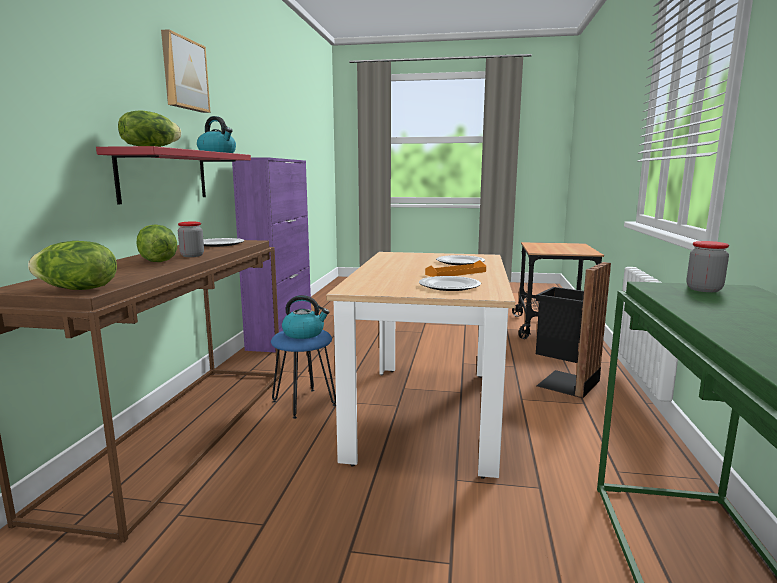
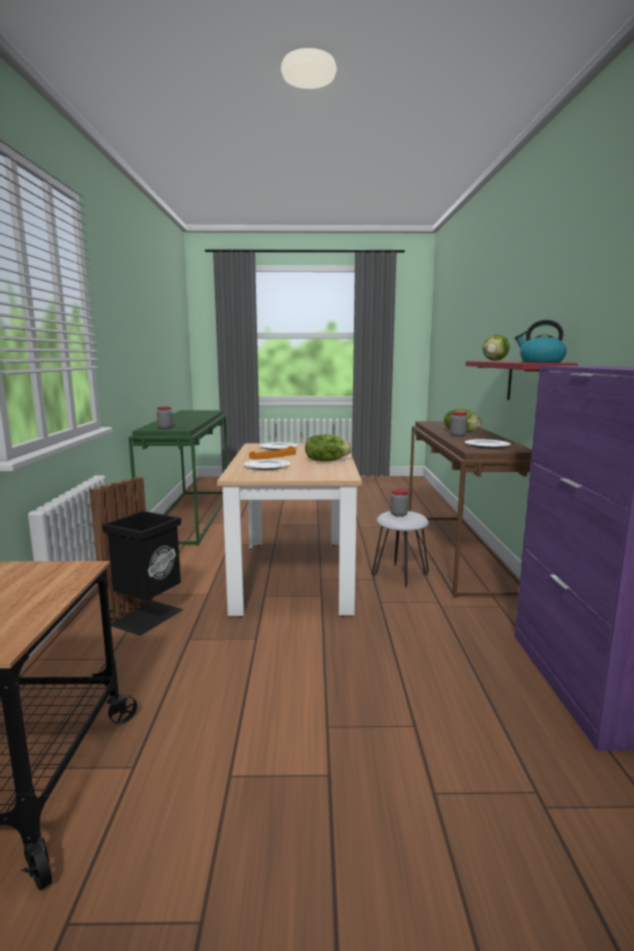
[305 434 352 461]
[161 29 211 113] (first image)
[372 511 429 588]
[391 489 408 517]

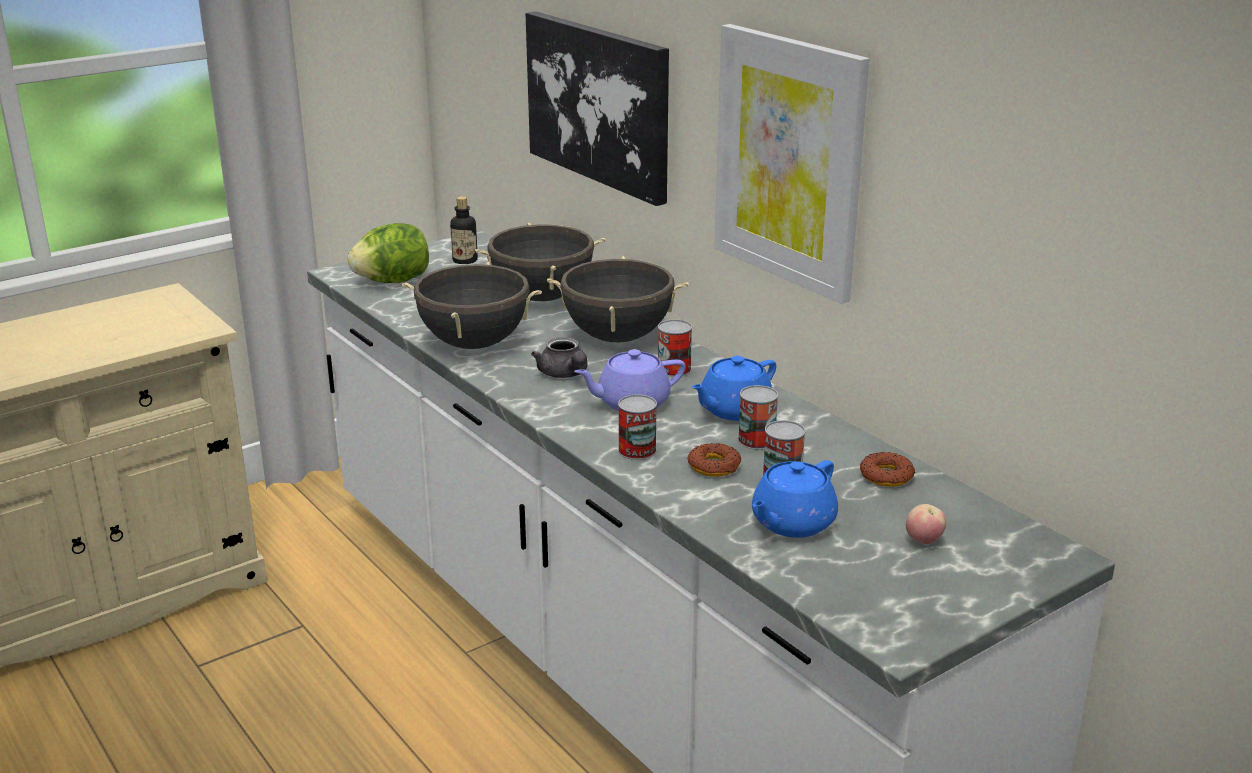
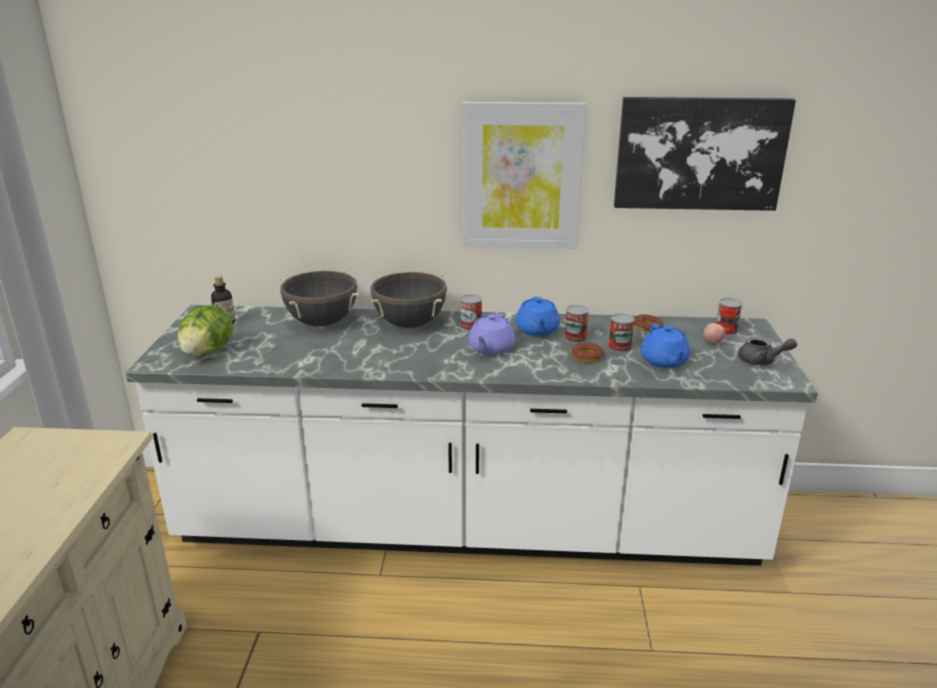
[402 262 542 349] (first image)
[614 97 796 211]
[738 337 797 365]
[716 298 742 335]

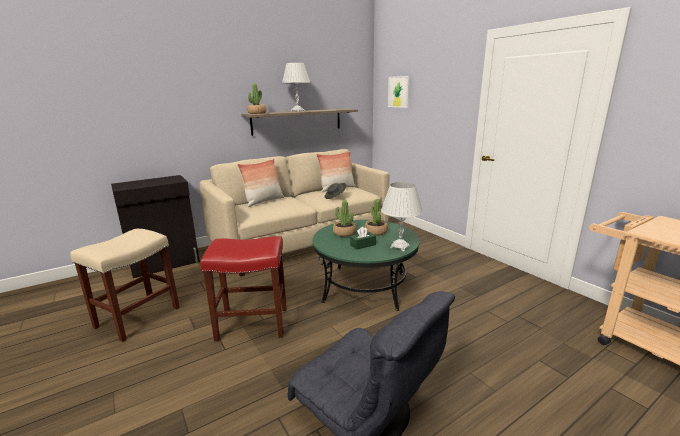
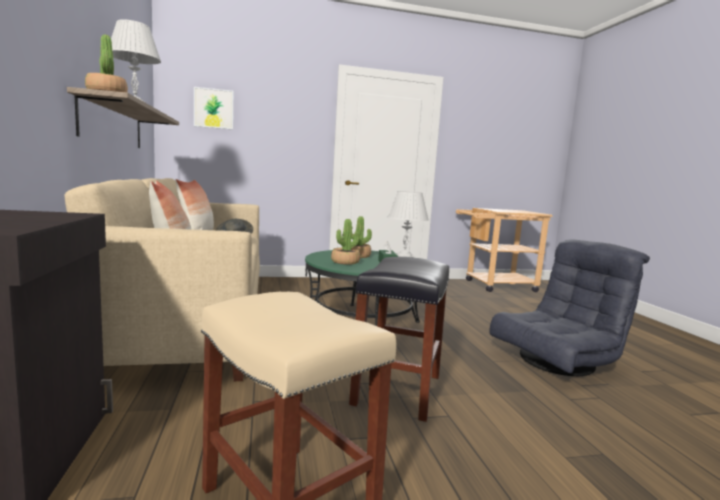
[349 257 449 422]

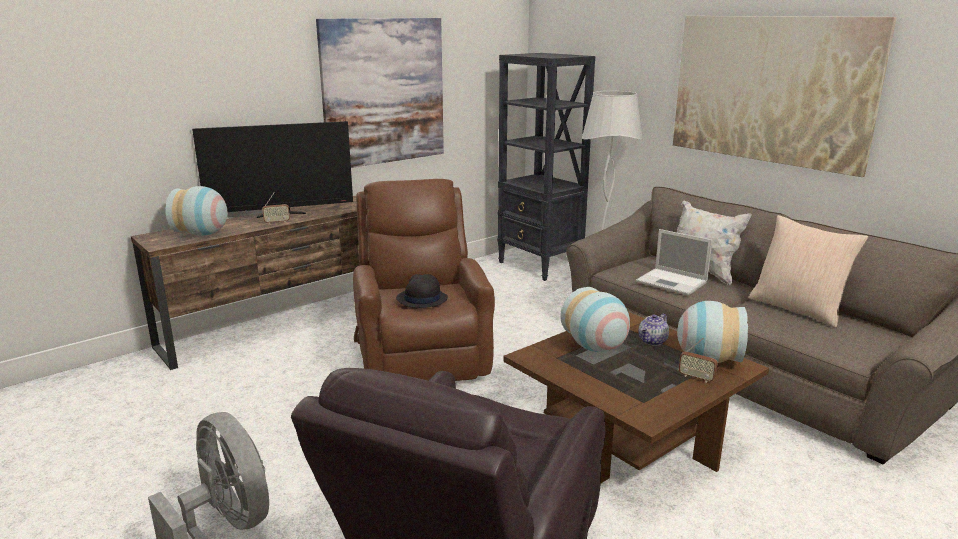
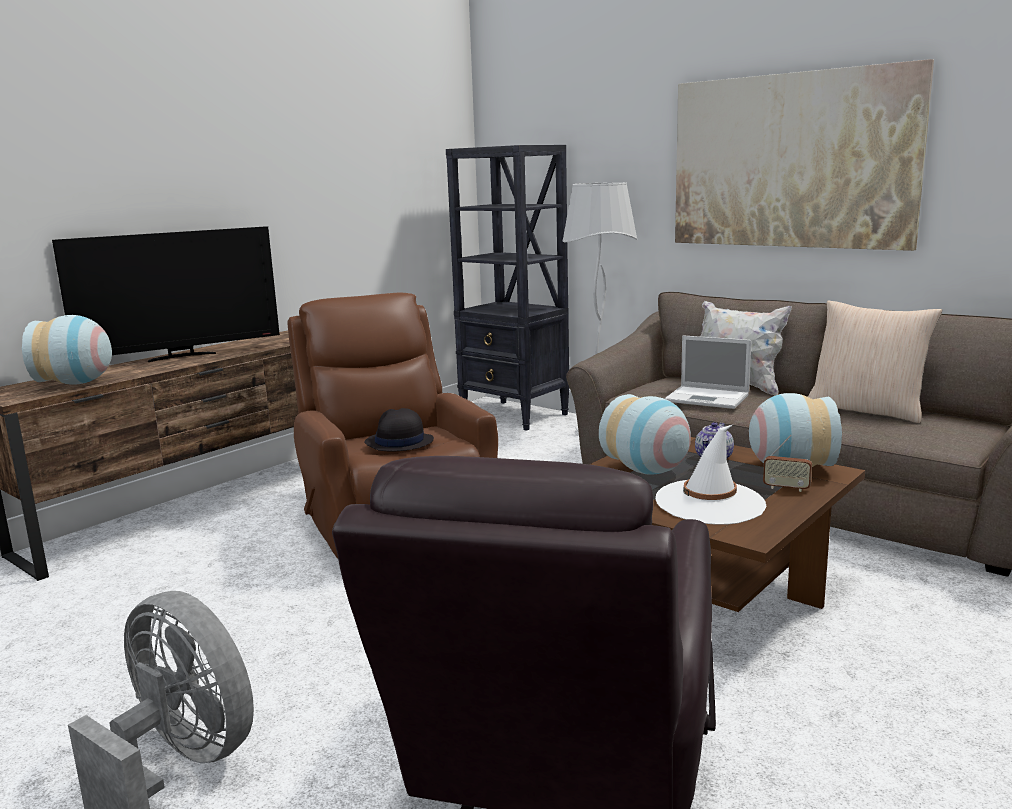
[262 192 290 224] (first image)
[316 18 444 168] (first image)
[655 425 767 525]

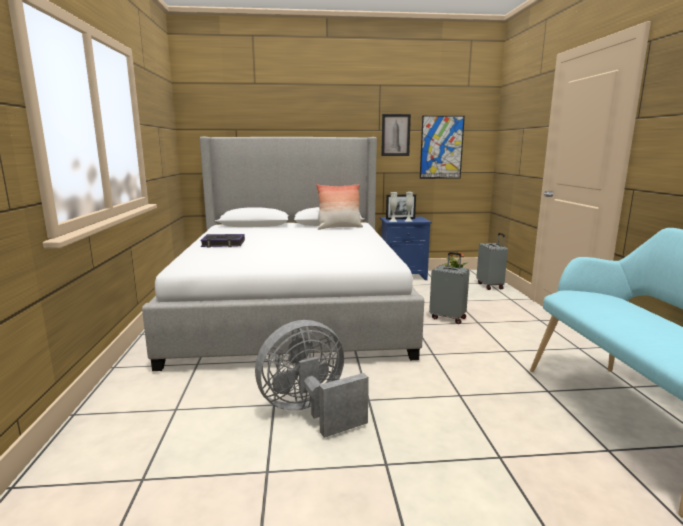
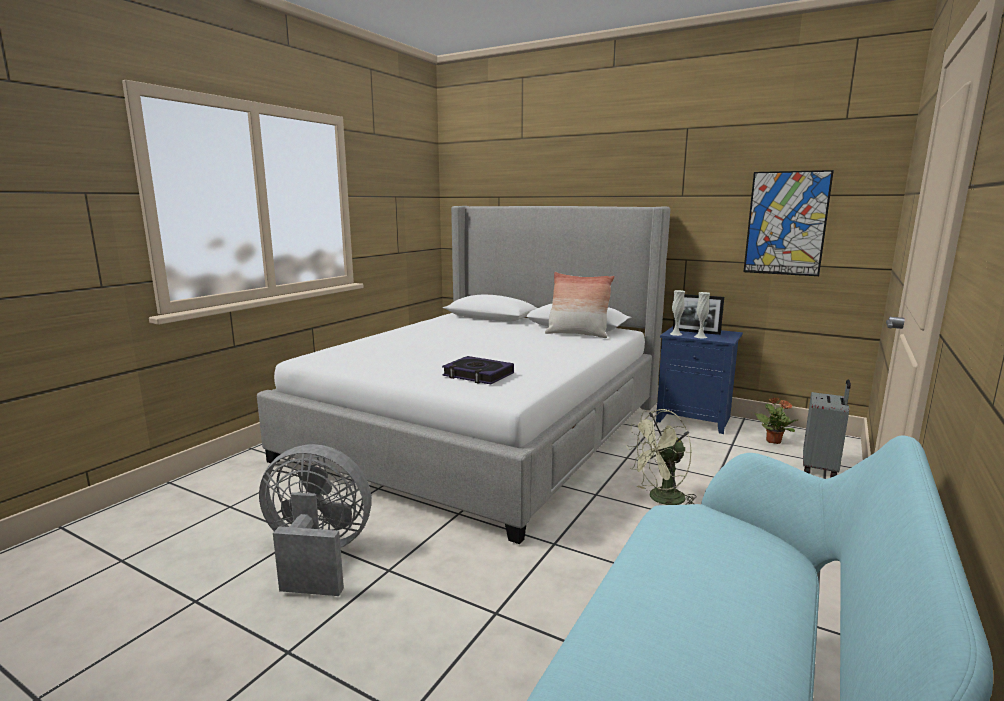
[442 356 514 384]
[381 114 411 156] (first image)
[626 409 696 505]

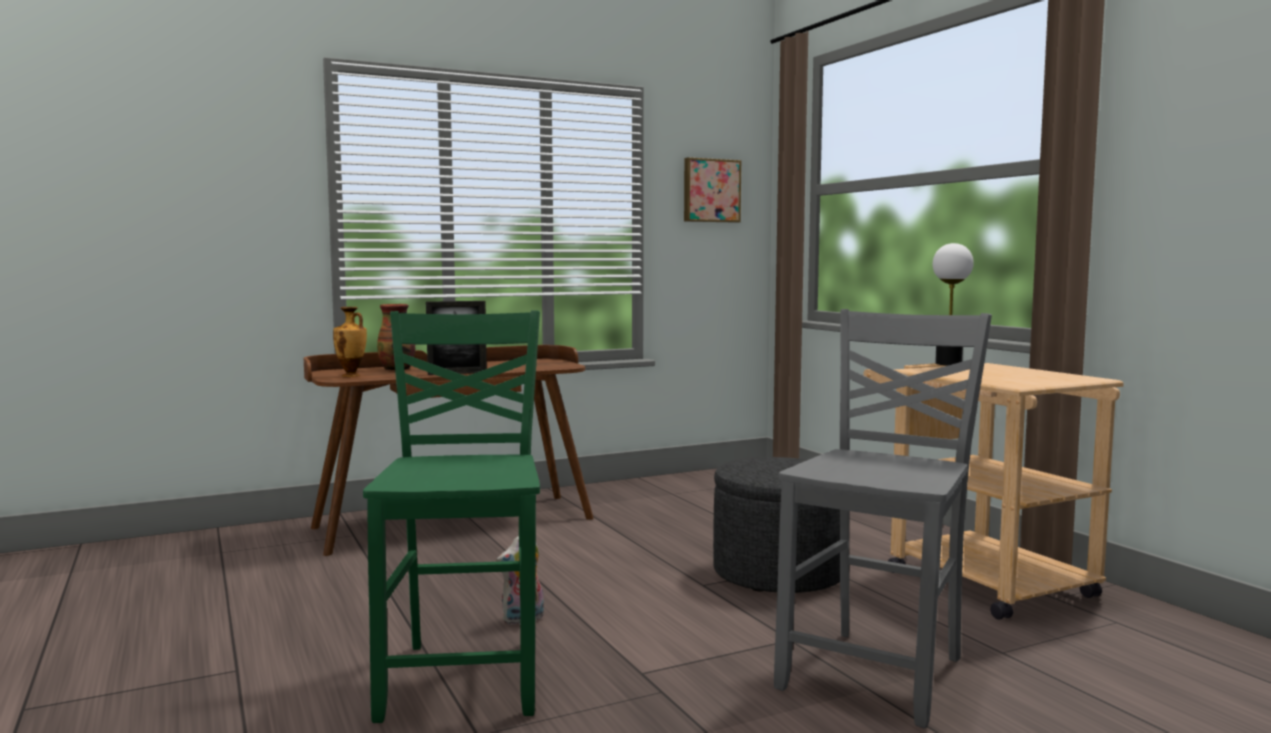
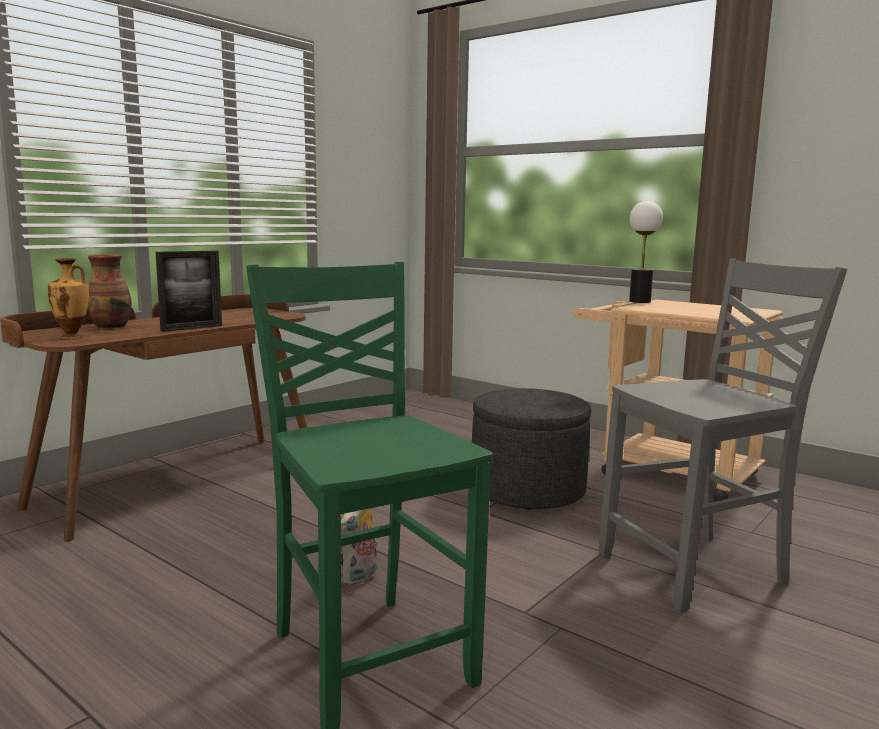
[684 157 741 223] (first image)
[599 259 847 613]

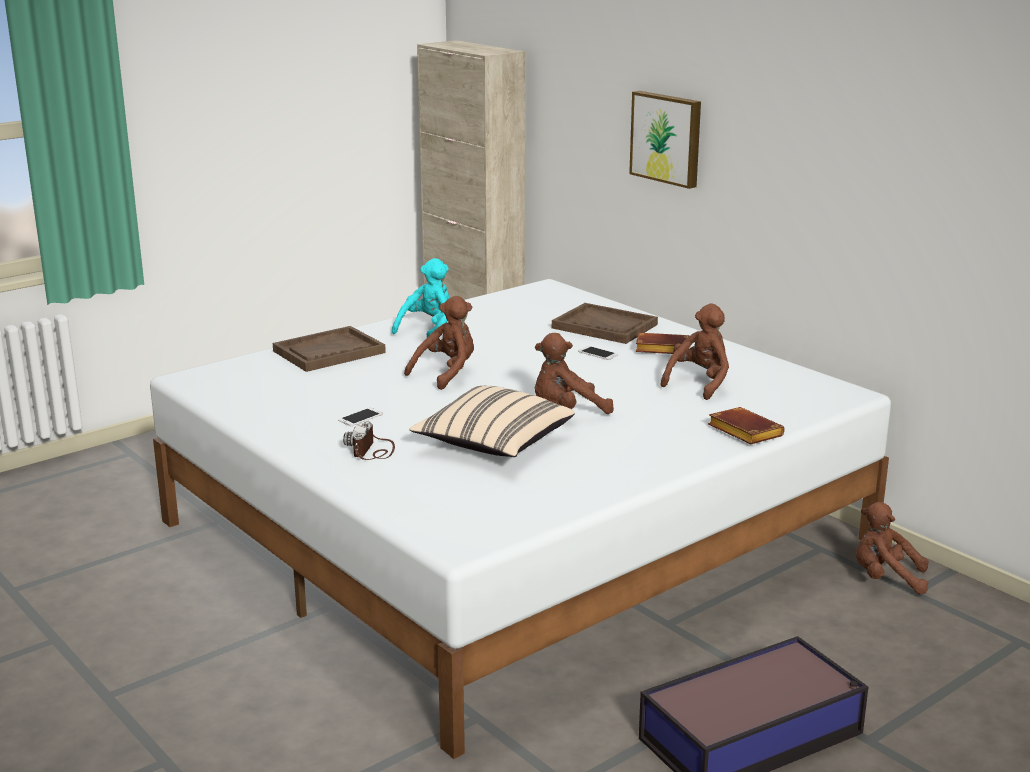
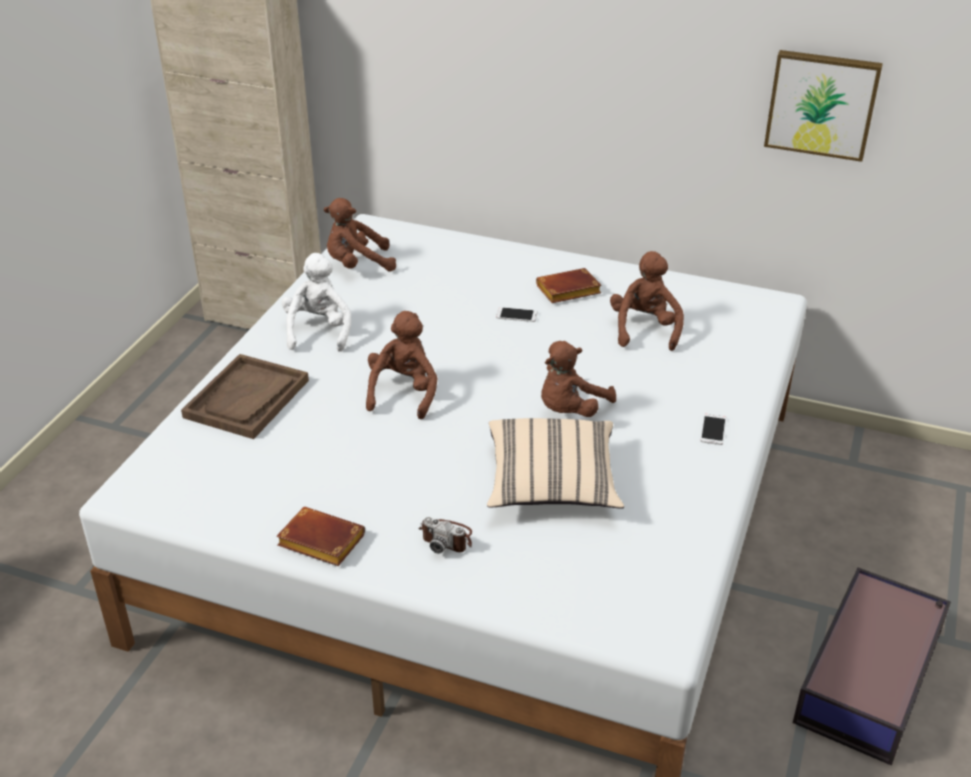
[700 414 726 445]
[418 517 472 554]
[282 253 351 352]
[552 303 658 344] (first image)
[764 50 883 162]
[276 507 365 566]
[324 198 396 271]

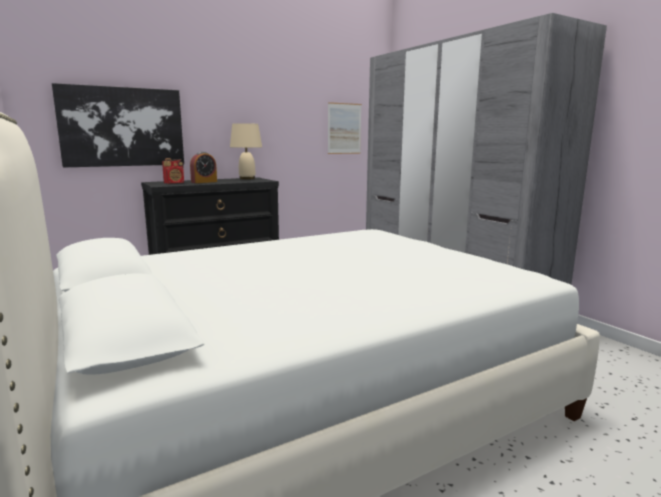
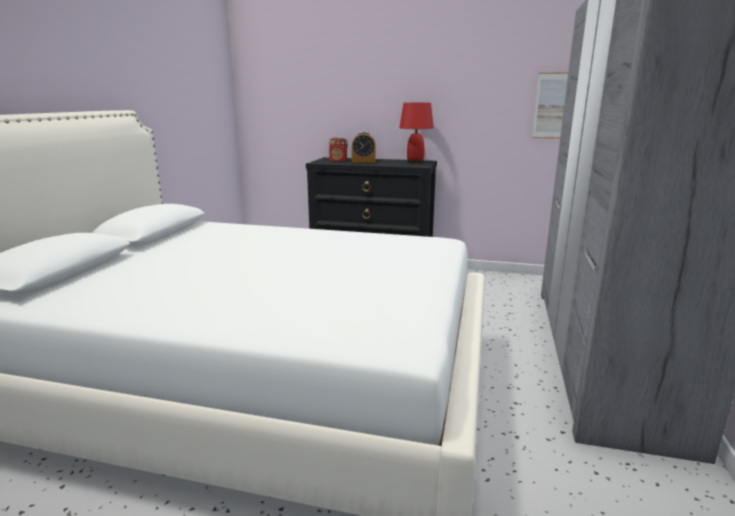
[52 83 184 168] (first image)
[399 102 434 163]

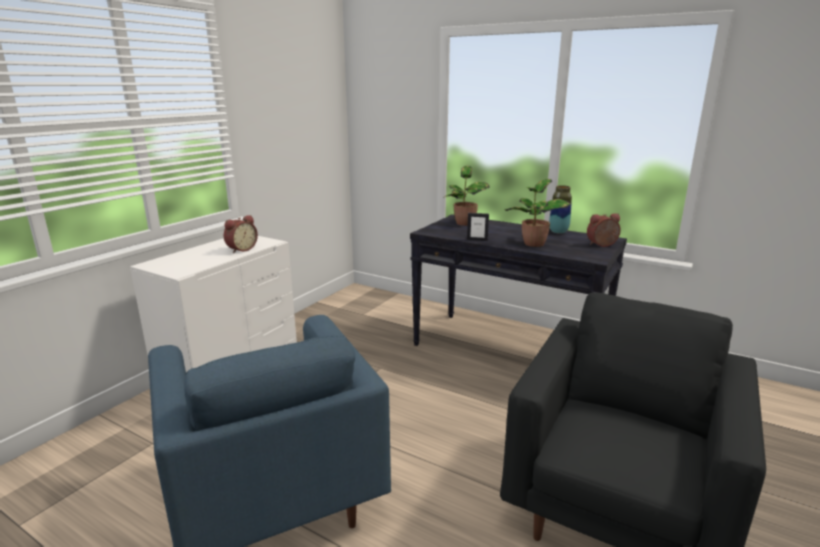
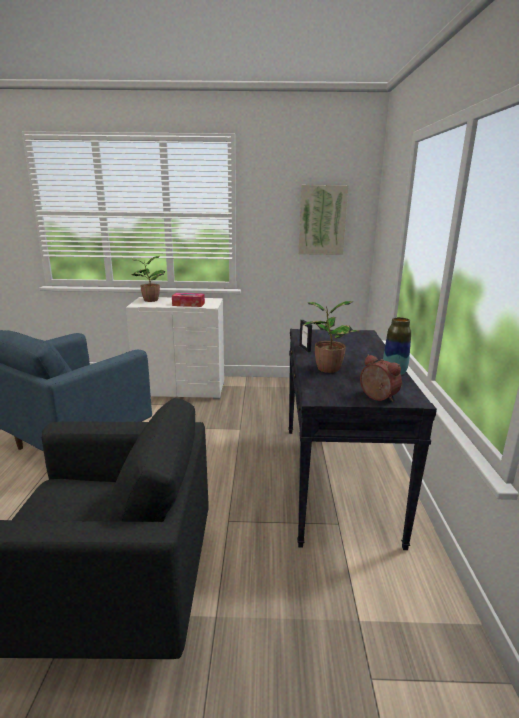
[172 293 205 307]
[131 256 165 302]
[299 185 349 255]

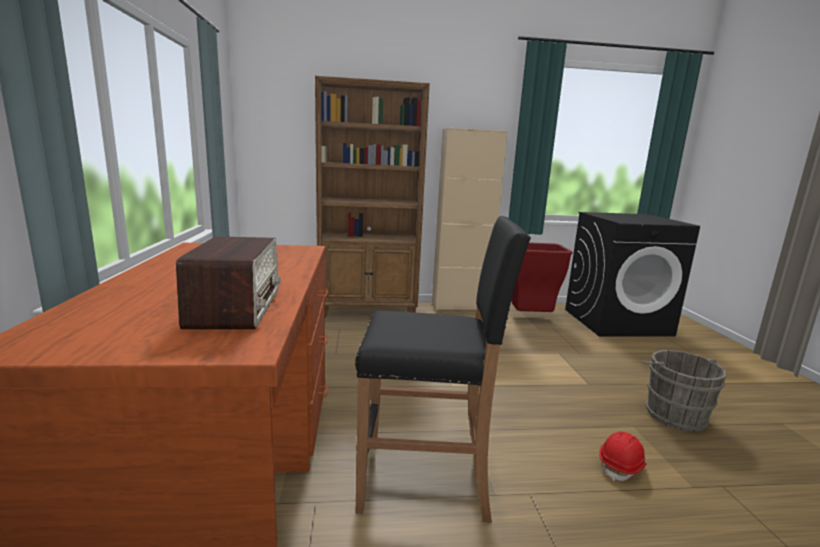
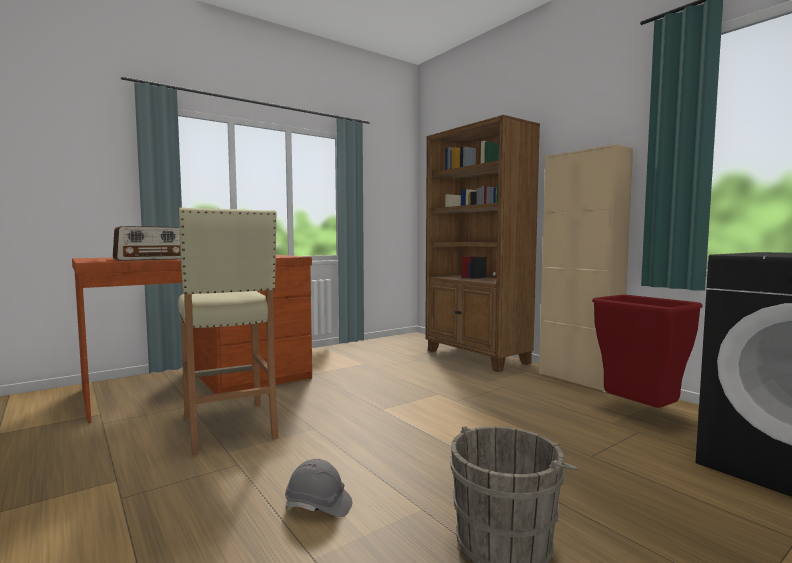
[178 207 279 455]
[285 459 352 517]

